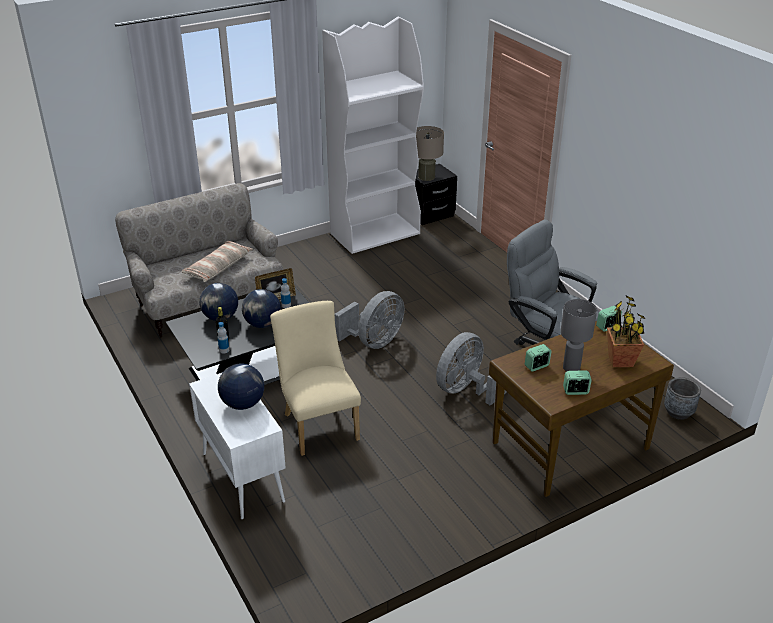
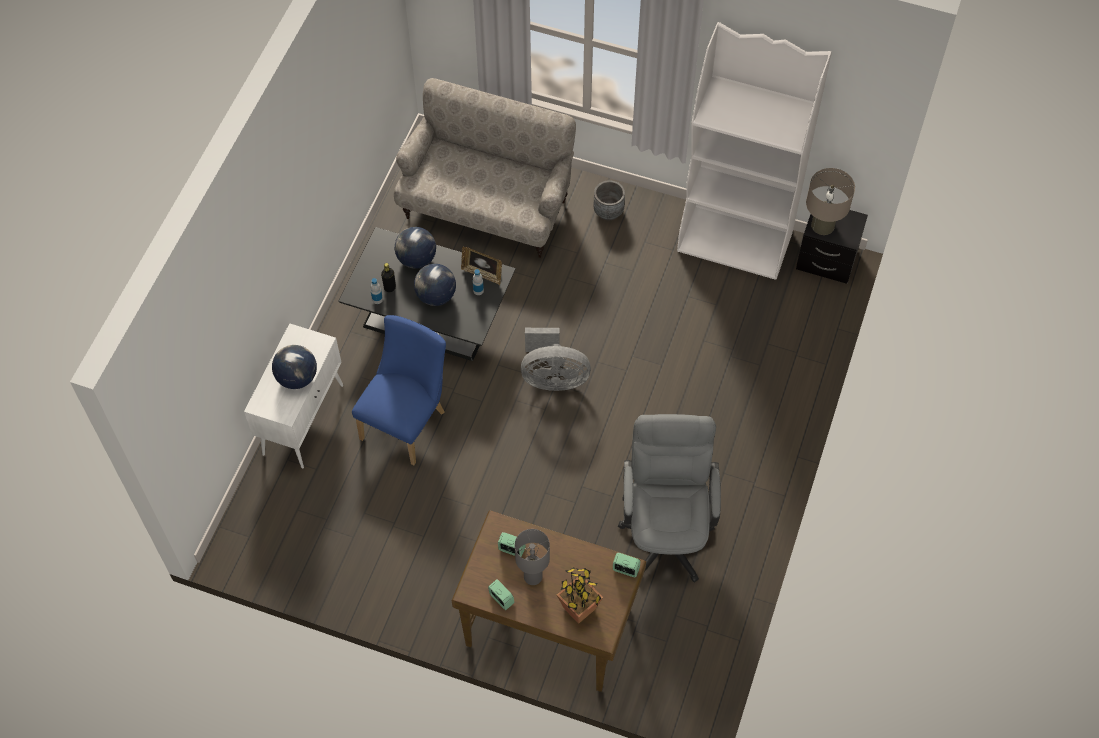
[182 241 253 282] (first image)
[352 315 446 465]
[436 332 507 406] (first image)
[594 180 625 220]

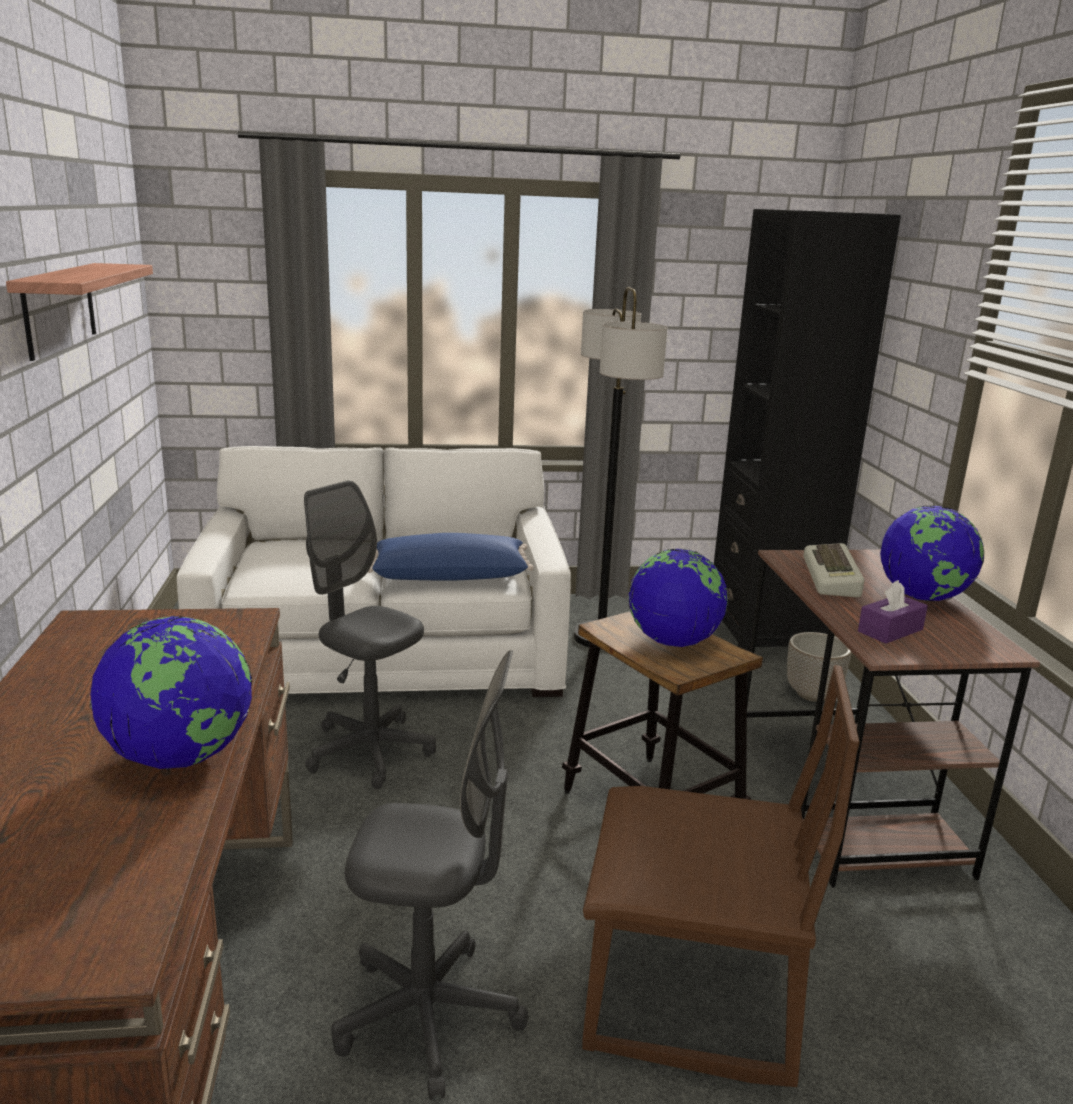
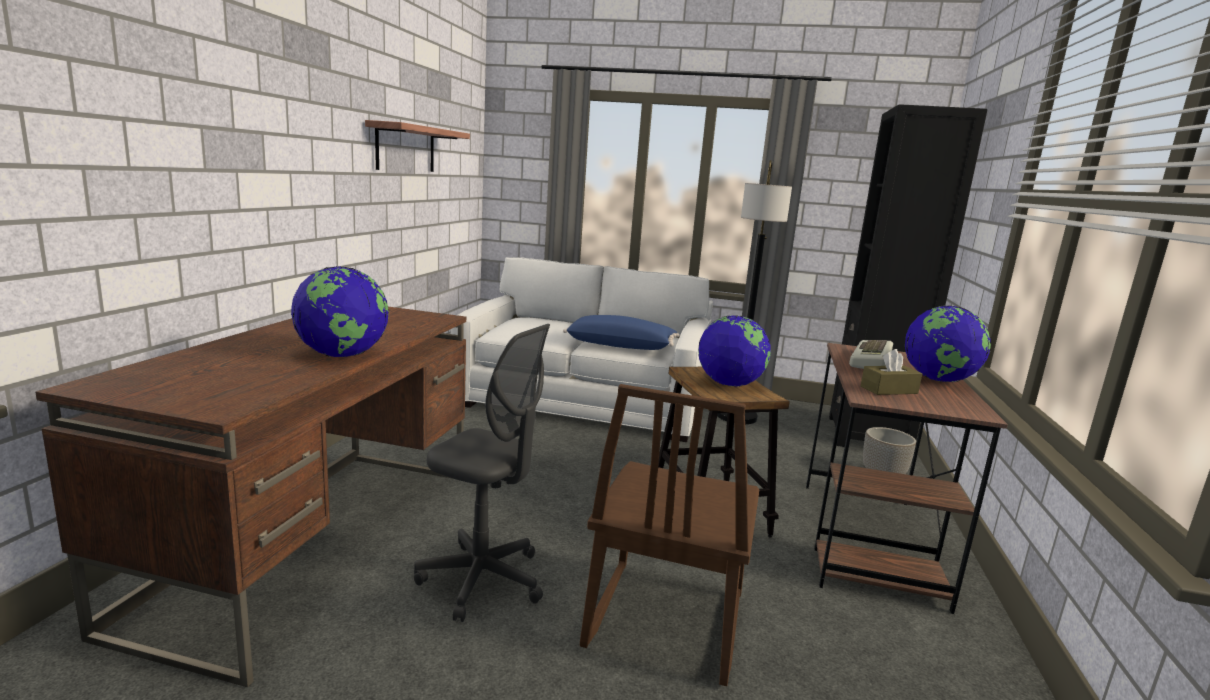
[304 480 436 789] (first image)
[580 384 760 686]
[861 349 922 395]

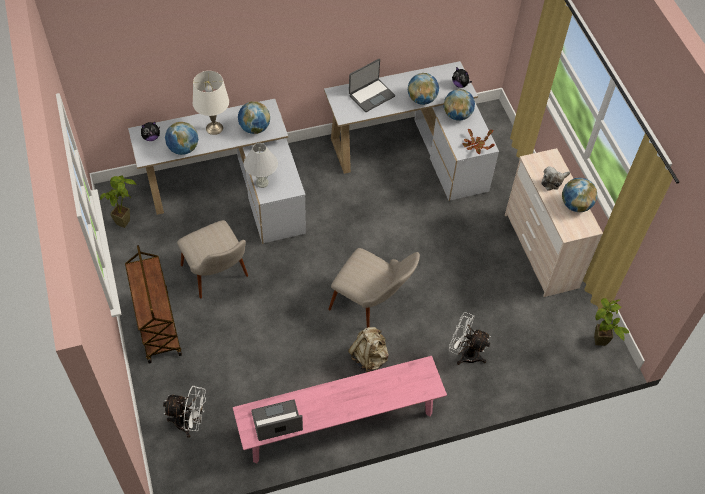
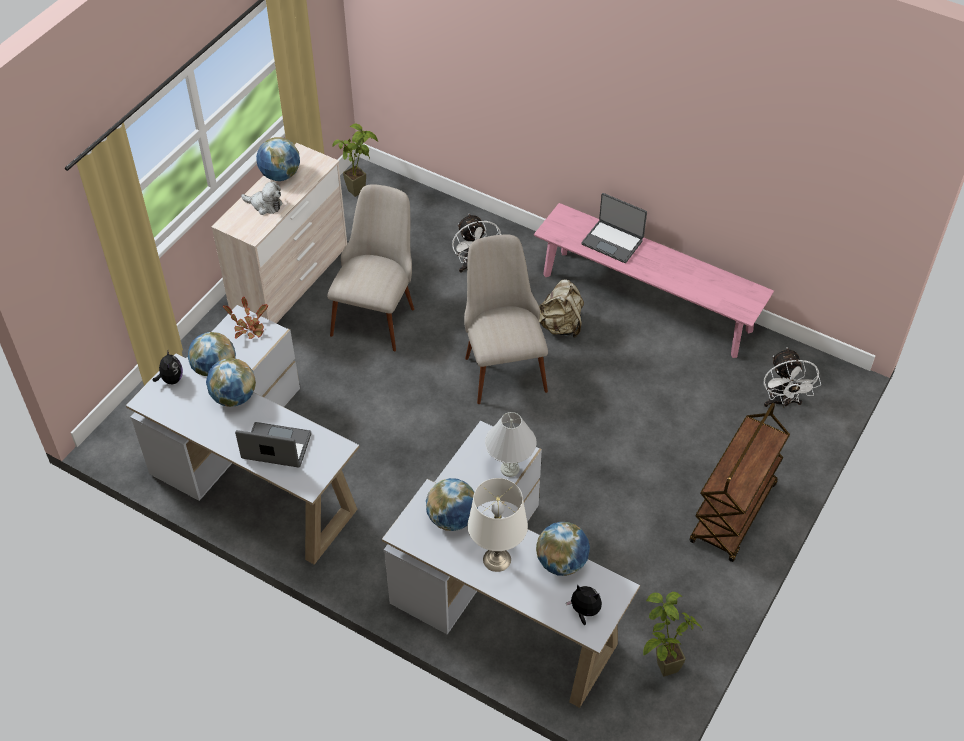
[764 347 821 408]
[327 184 414 351]
[581 193 647 263]

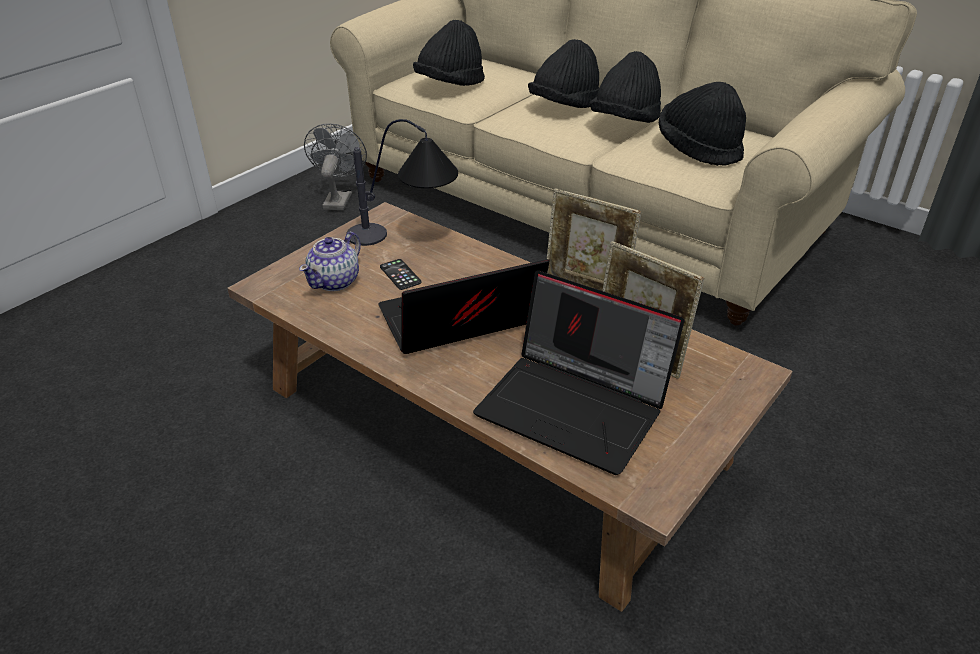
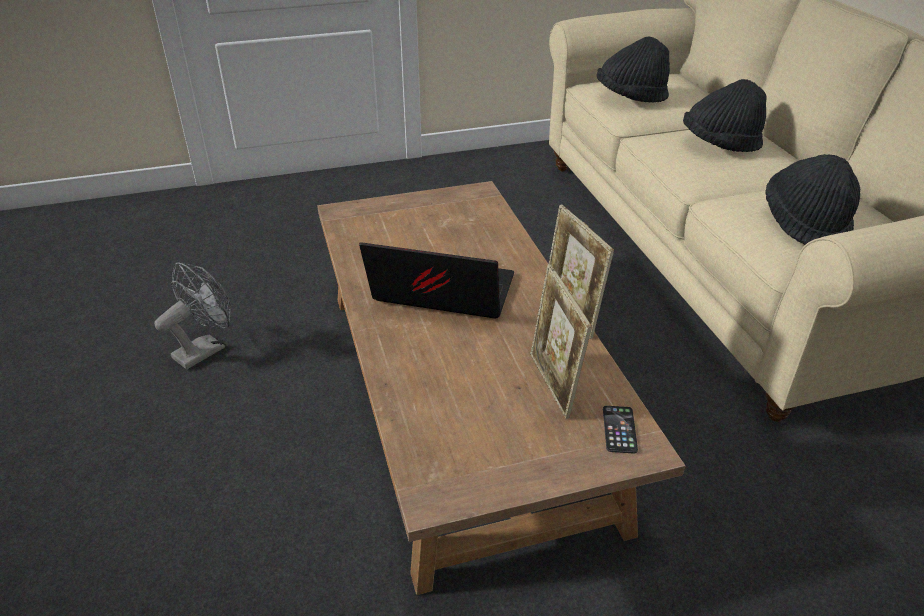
[299 232 361 291] (first image)
[154 262 231 369]
[346 119 458 246] (first image)
[603 406 638 453]
[473 270 684 475] (first image)
[590 51 661 123] (first image)

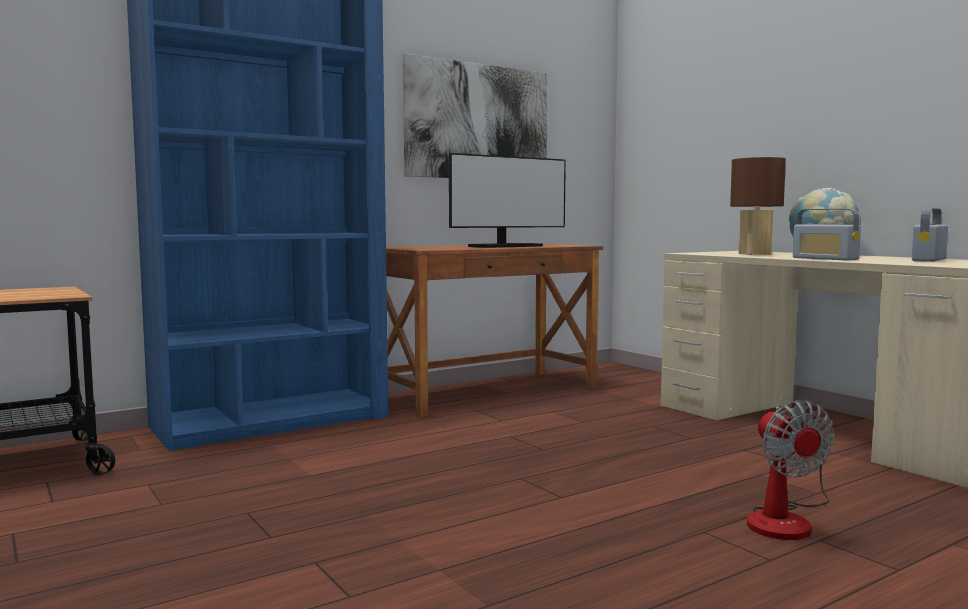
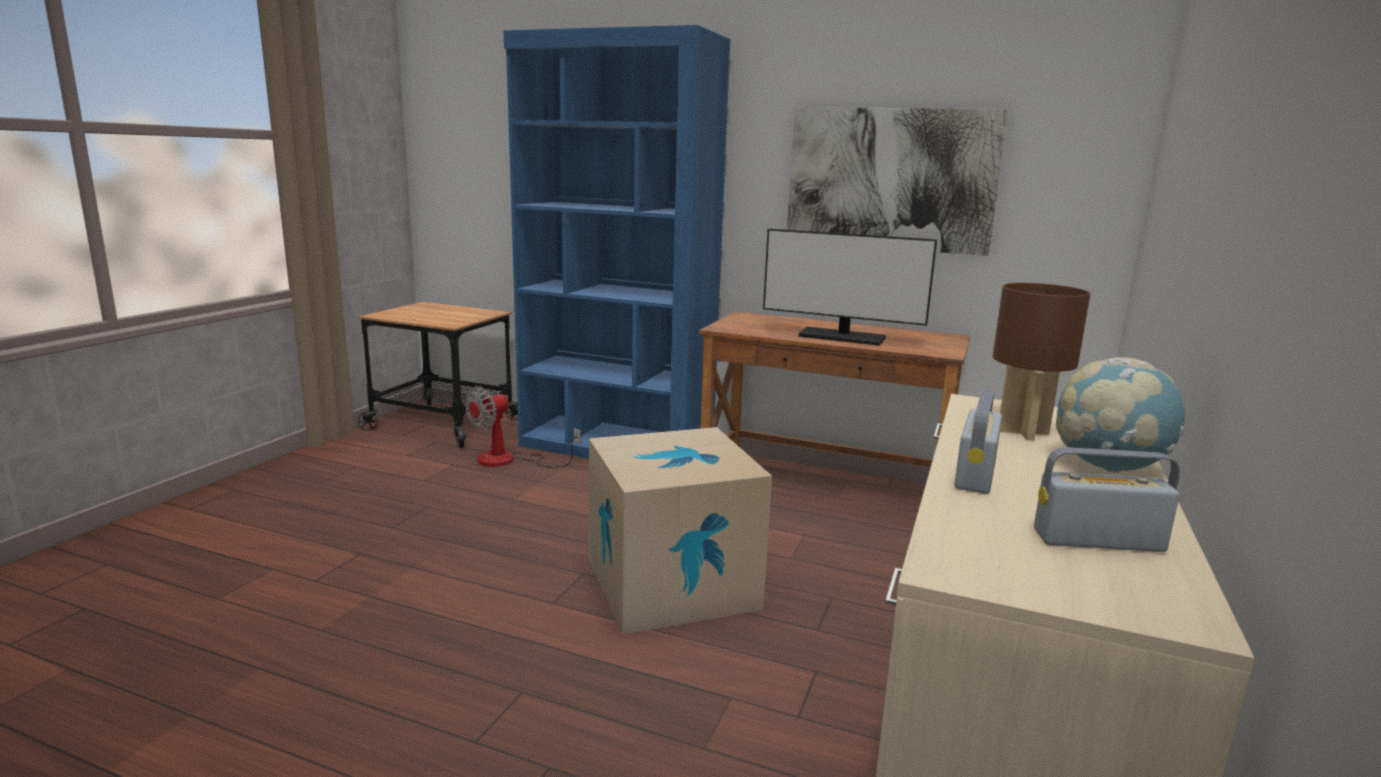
[465 386 581 467]
[589 427 772 634]

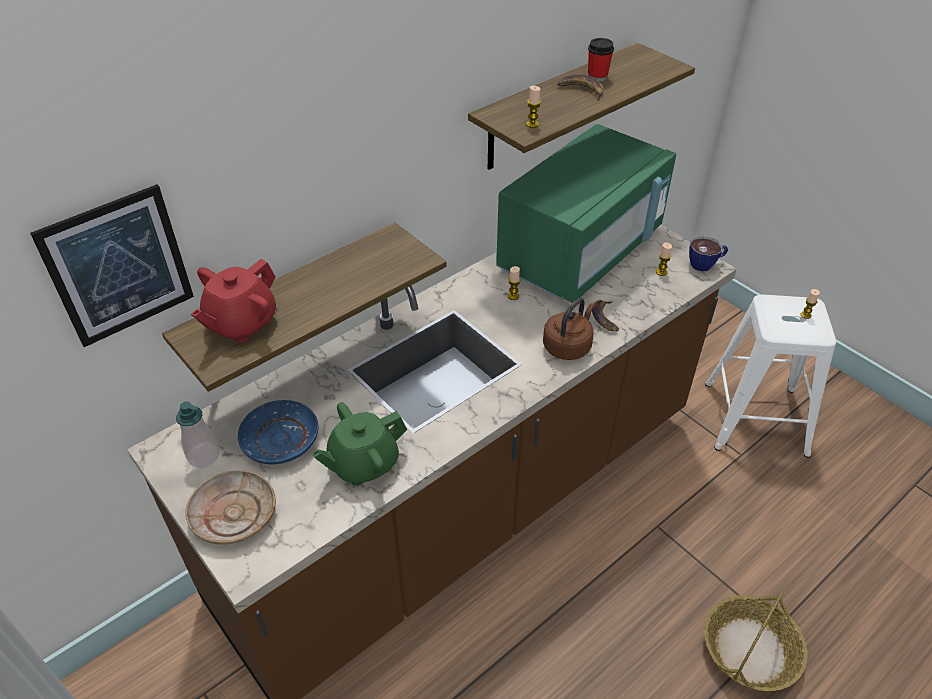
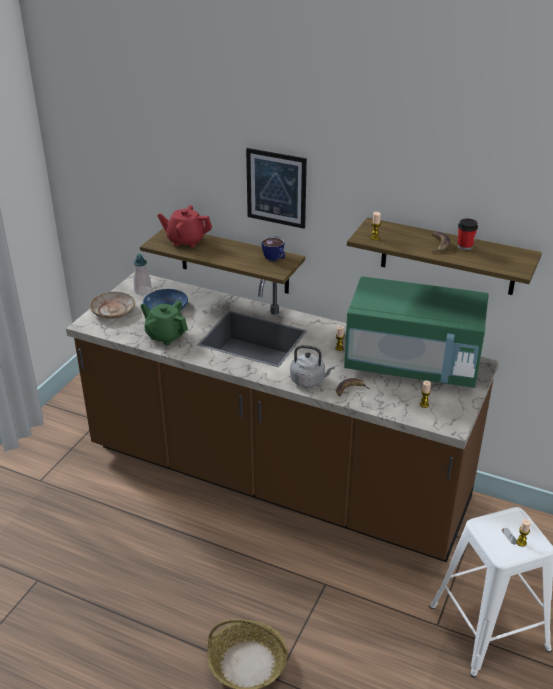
[246 148 307 229]
[290 345 335 387]
[261 236 285 261]

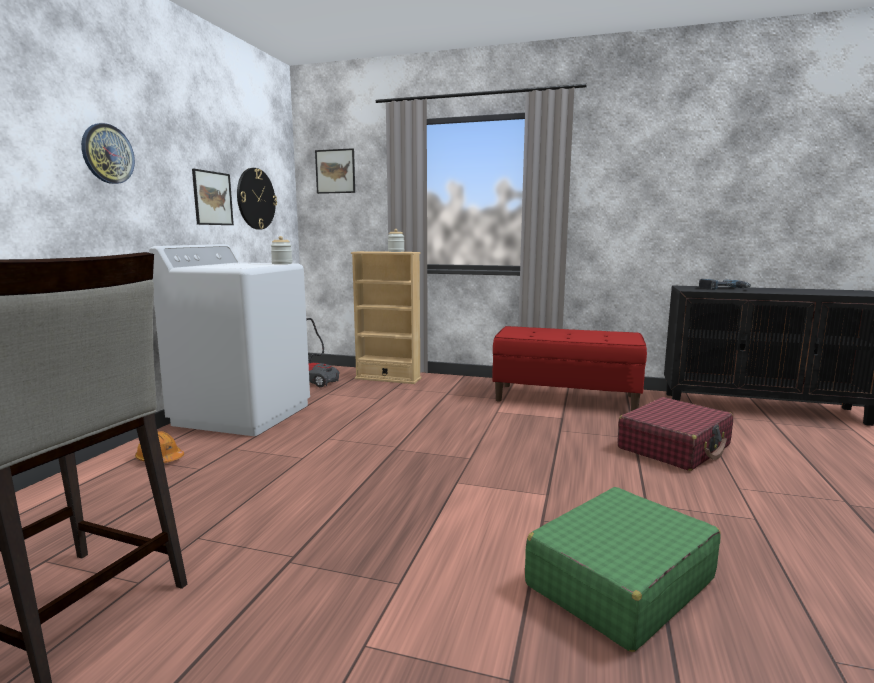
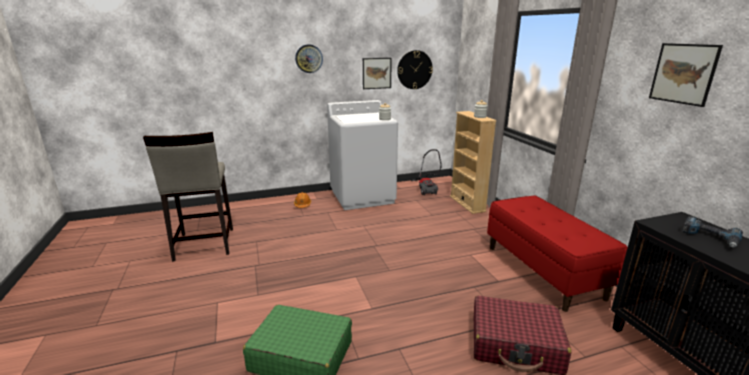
[649 43 723 107]

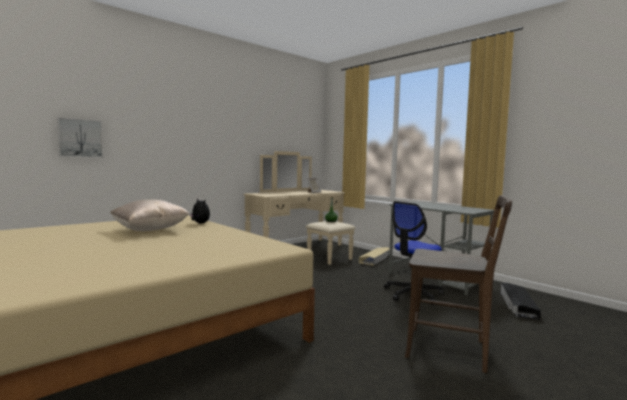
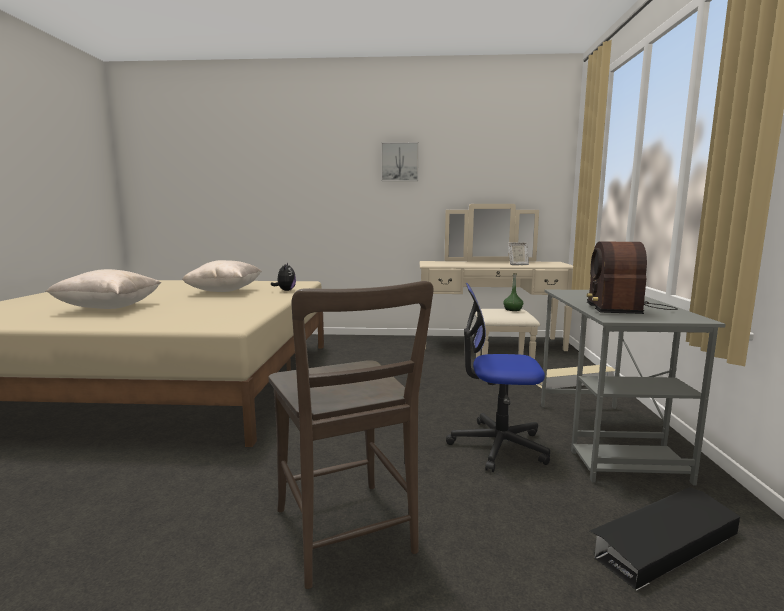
[381 142 419 181]
[45 269 161 309]
[587 241 678 314]

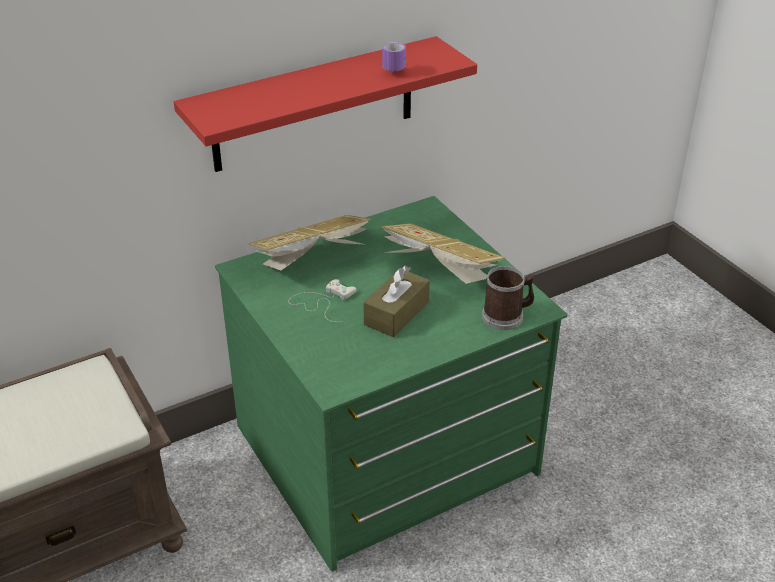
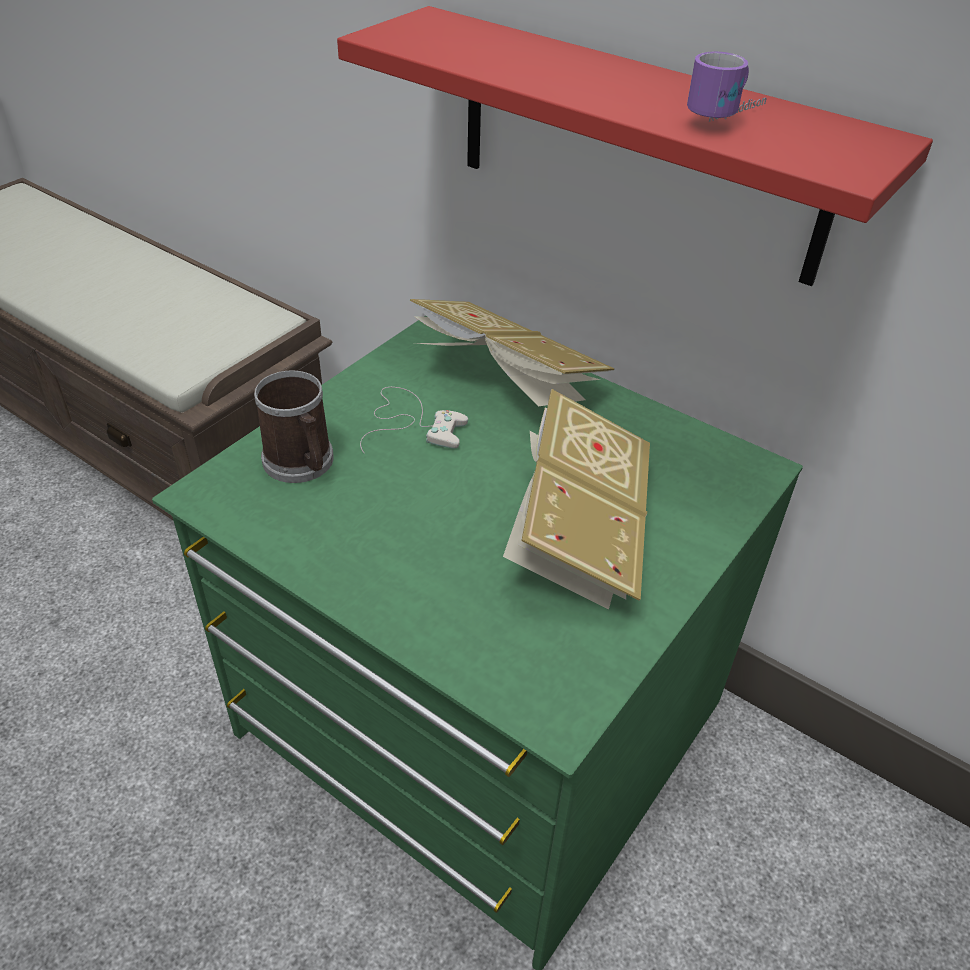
[363 266 430 337] (first image)
[254 370 334 483]

